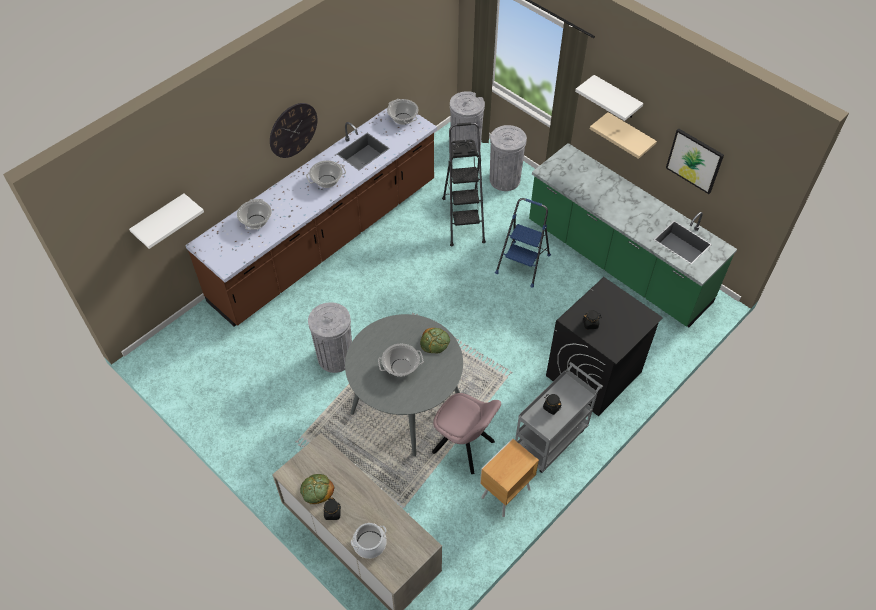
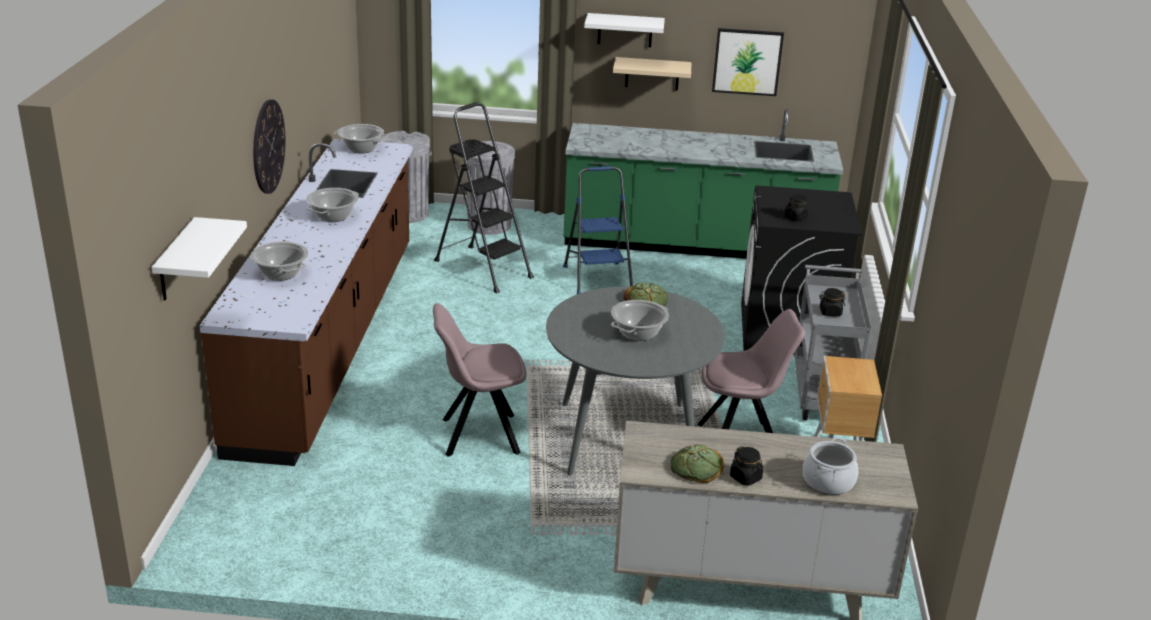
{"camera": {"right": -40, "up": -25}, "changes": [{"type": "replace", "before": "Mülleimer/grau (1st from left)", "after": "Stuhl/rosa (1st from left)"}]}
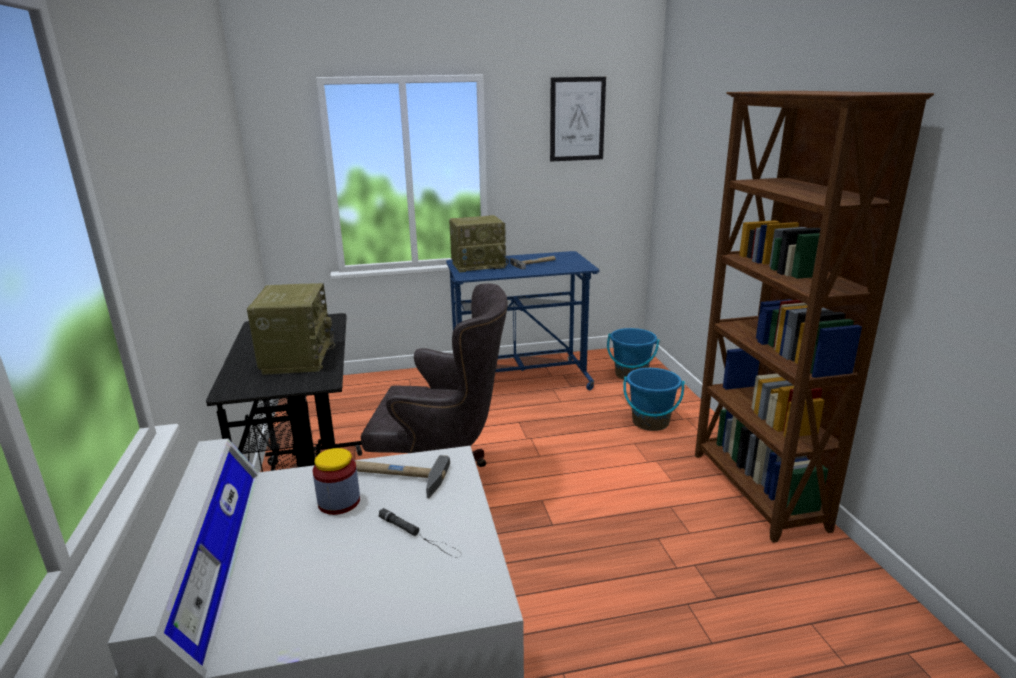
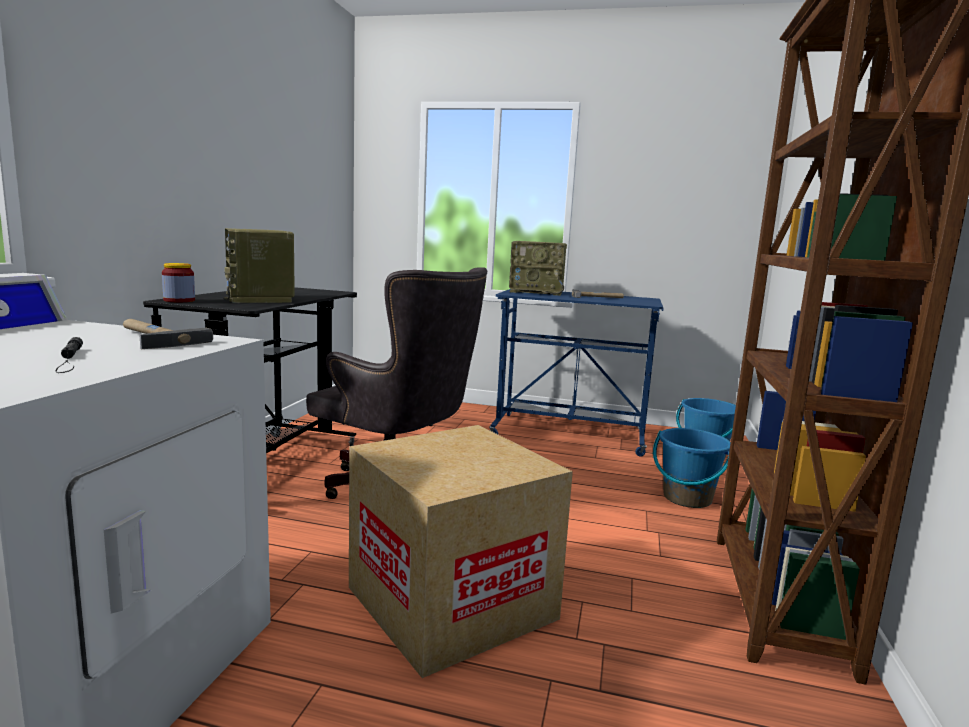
{"camera": {"right": 25, "up": -10}, "changes": [{"type": "move", "before": "Vorratsglas"}, {"type": "rotate", "before": "Radio (1st from left)", "turn": 135}, {"type": "insert", "after": "Karton"}, {"type": "delete", "before": "Bild"}]}
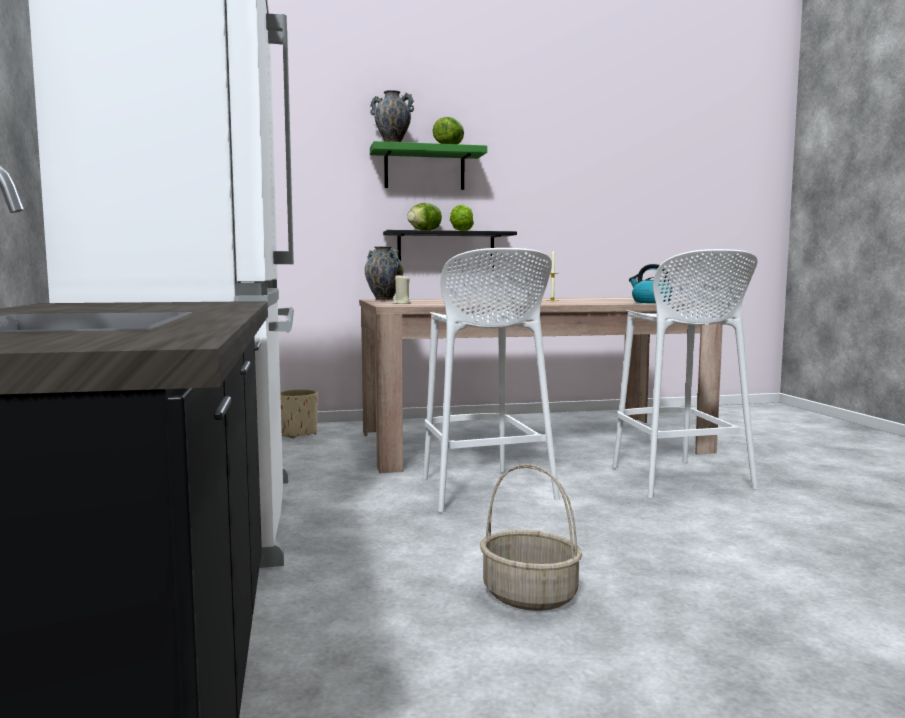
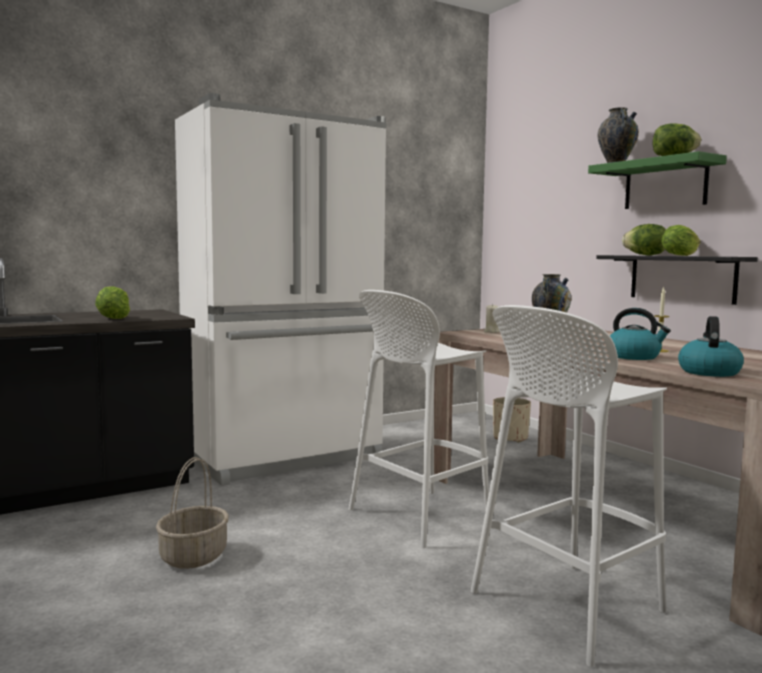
{"camera": {"right": 70, "up": 0}, "changes": [{"type": "insert", "after": "Salatkopf (1st from left)"}, {"type": "insert", "after": "Wasserkessel (1st from left)"}]}
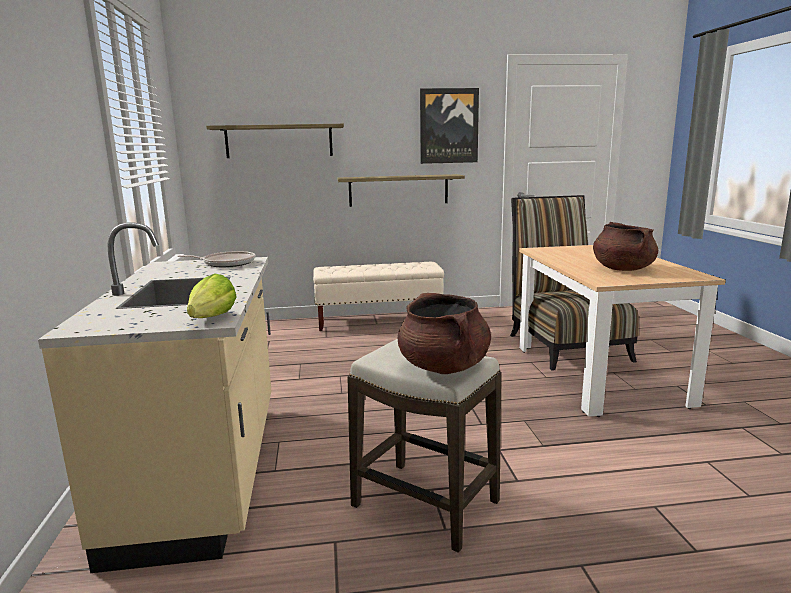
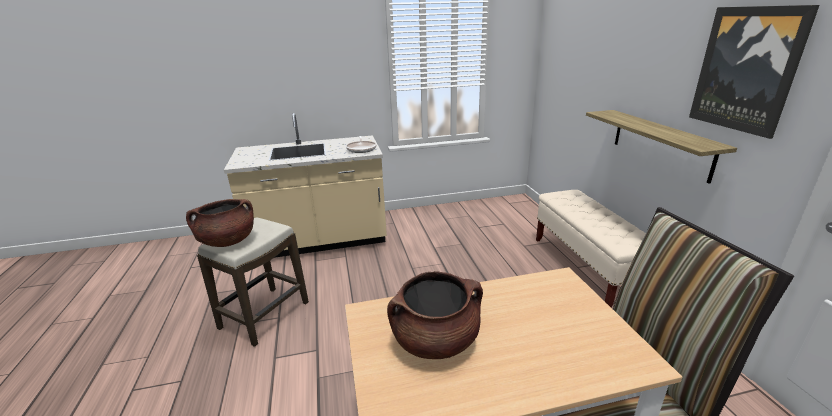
{"camera": {"right": 85, "up": 10}, "changes": [{"type": "delete", "before": "Salatkopf"}, {"type": "delete", "before": "Wandregal (1st from left)"}]}
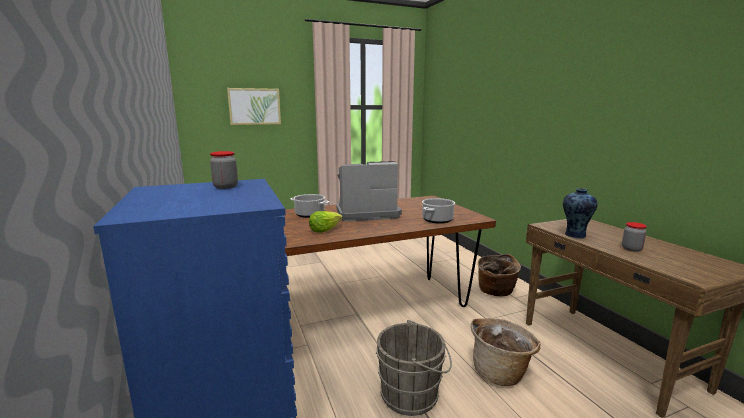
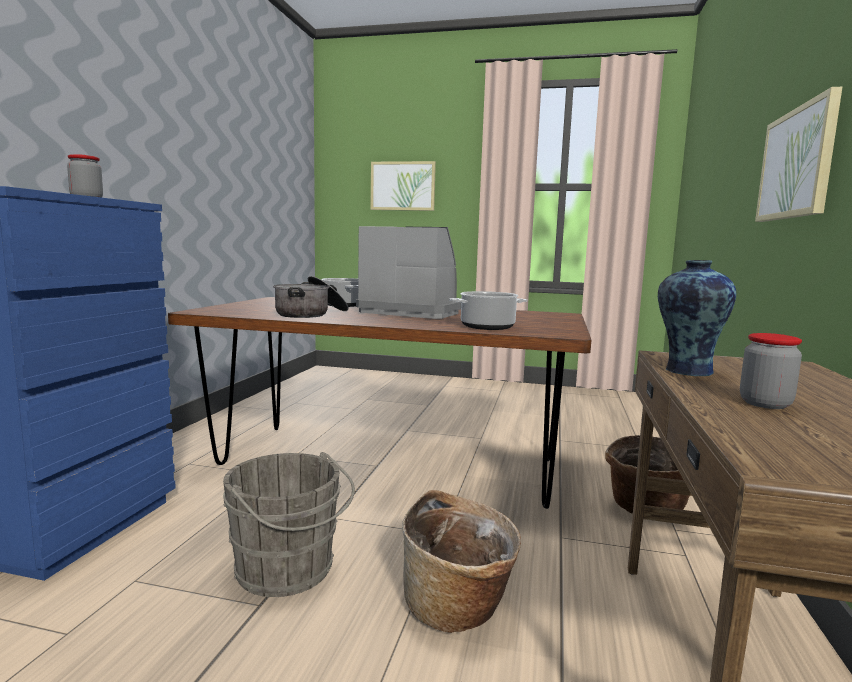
{"camera": {"right": 35, "up": -5}, "changes": [{"type": "replace", "before": "Salatkopf", "after": "Kochtopf (1st from left)"}, {"type": "insert", "after": "Bild (2nd from left)"}]}
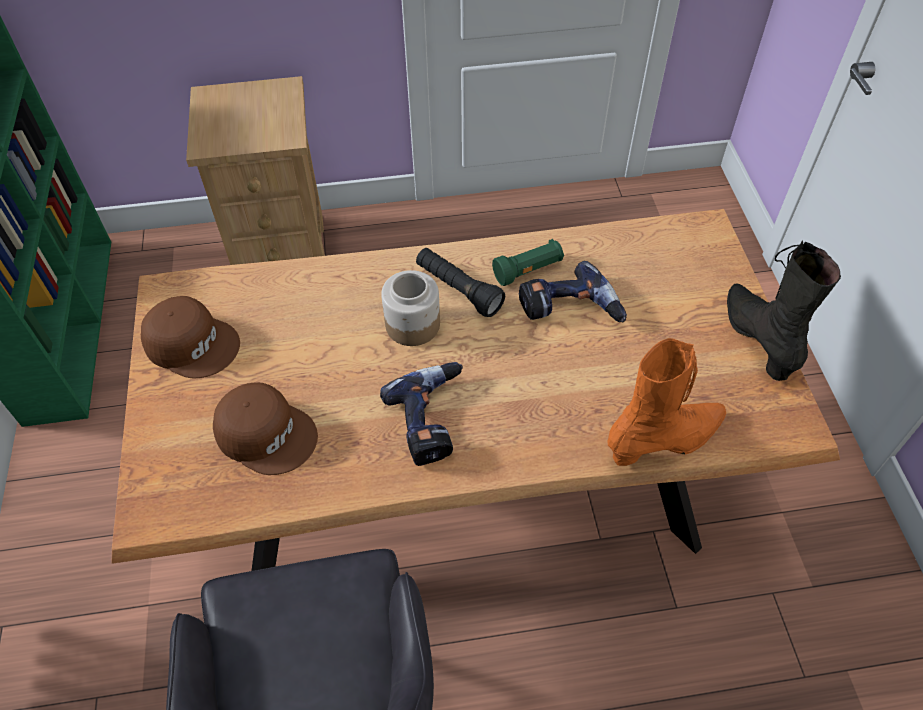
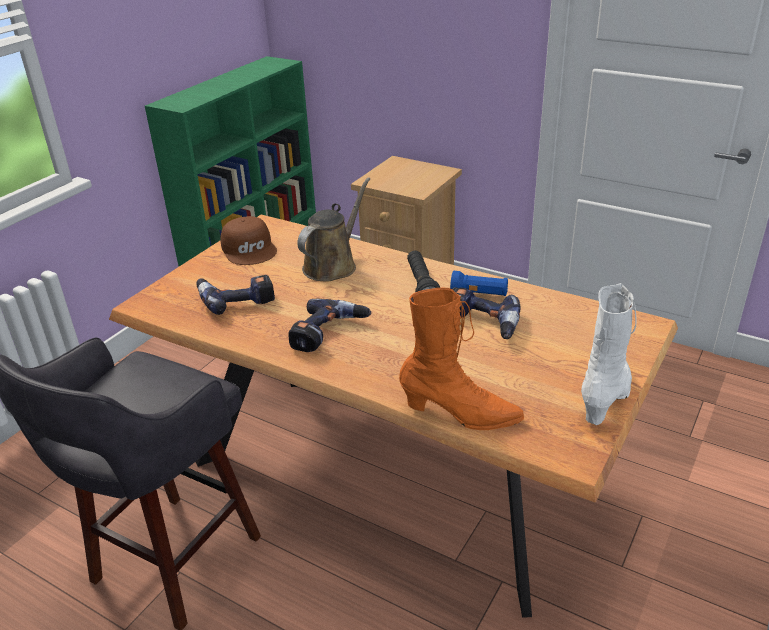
{"camera": {"right": 40, "up": -20}, "changes": [{"type": "replace", "before": "Kappe/braun (2nd from left)", "after": "Bohrmaschine (1st from left)"}, {"type": "insert", "after": "Gießkanne/braun"}, {"type": "recolor", "before": "Taschenlampe/grün", "after": "Taschenlampe/blau"}, {"type": "recolor", "before": "Stiefel/schwarz", "after": "Stiefel/weiß"}, {"type": "delete", "before": "Vorratsglas"}]}
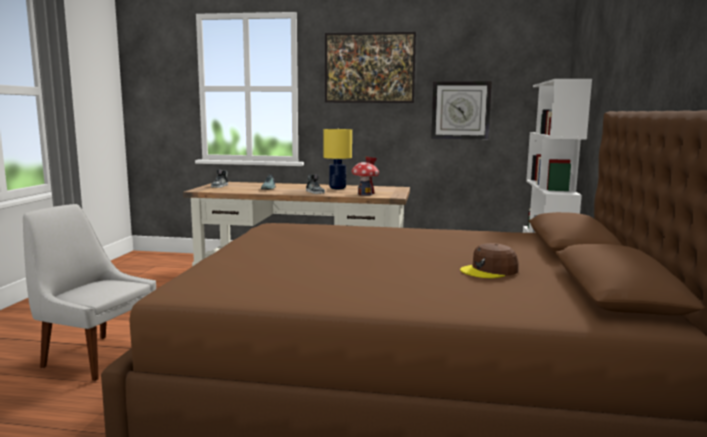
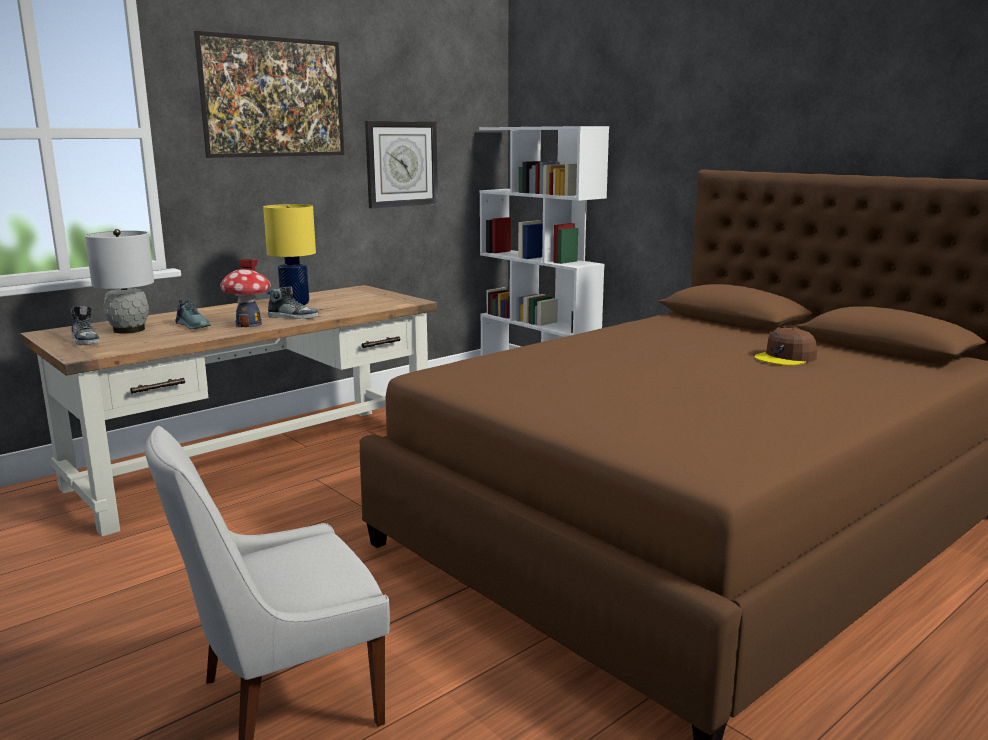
{"camera": {"right": -50, "up": 5}, "changes": [{"type": "insert", "after": "Tischlampe/weiß"}, {"type": "move", "before": "Spielzeughaus"}, {"type": "rotate", "before": "Kappe/braun", "turn": 45}]}
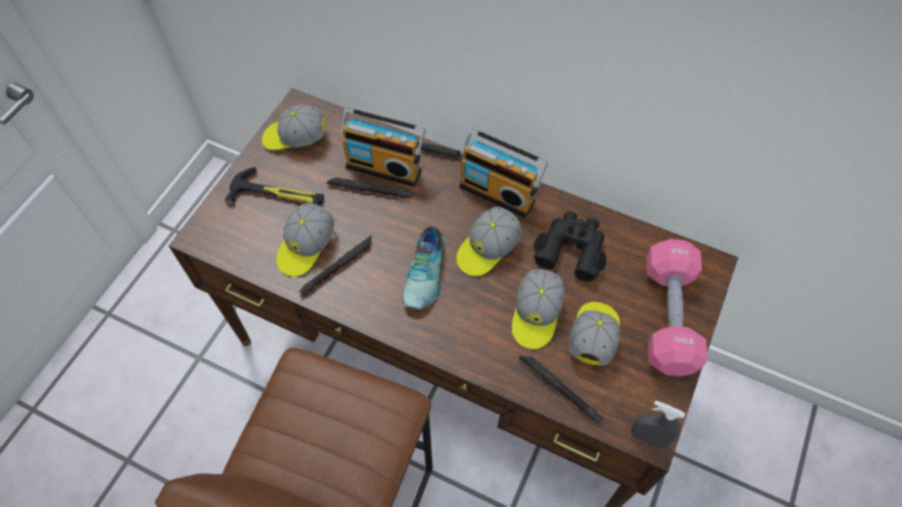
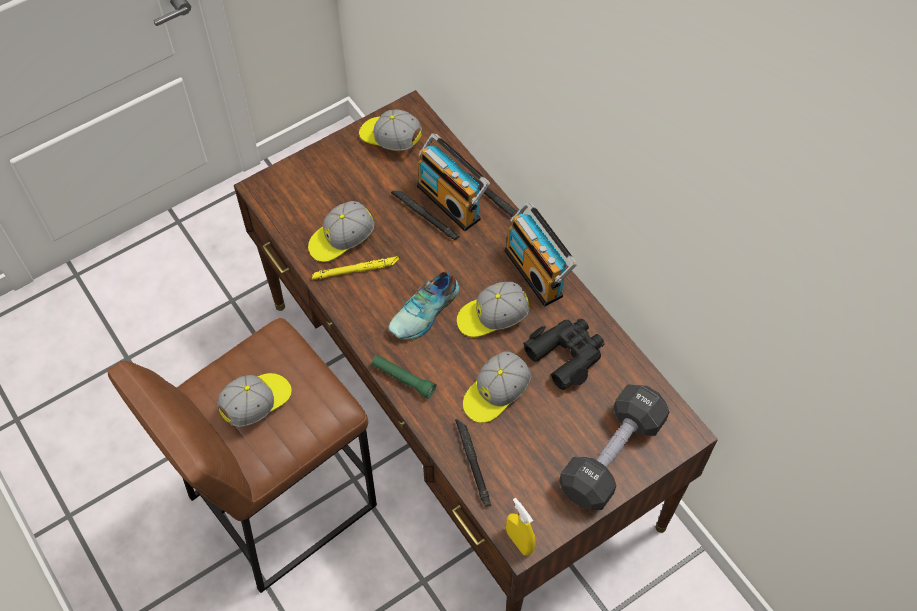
{"camera": {"right": 30, "up": 0}, "changes": [{"type": "move", "before": "Kappe (5th from left in the first image)", "after": "Kappe (1st from left)"}, {"type": "recolor", "before": "Taschenlampe/schwarz (1st from left)", "after": "Taschenlampe/gelb"}, {"type": "insert", "after": "Taschenlampe/grün"}, {"type": "recolor", "before": "Sprühflasche/grau", "after": "Sprühflasche/gelb"}, {"type": "recolor", "before": "Hantel/rosa", "after": "Hantel/schwarz"}, {"type": "delete", "before": "Hammer"}]}
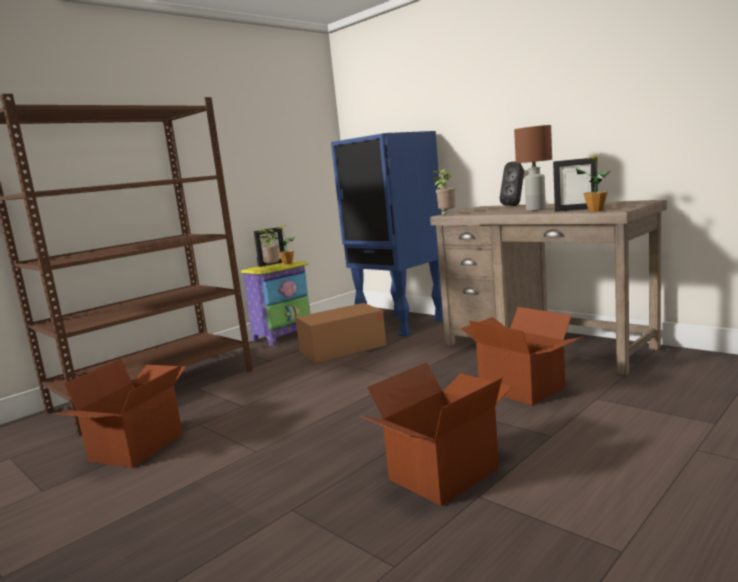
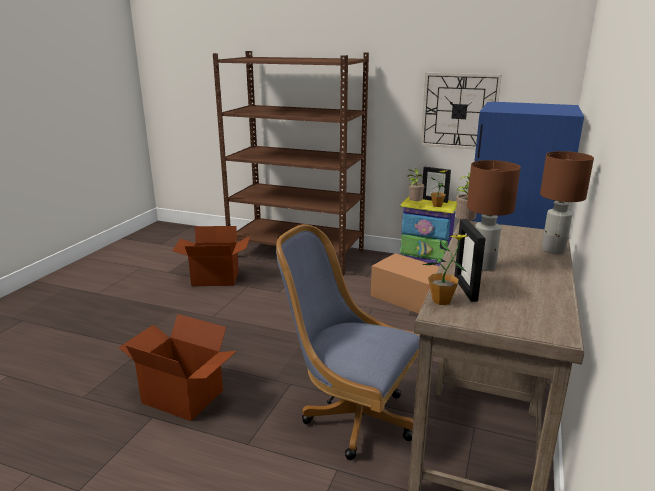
{"camera": {"right": 65, "up": 10}, "changes": [{"type": "replace", "before": "Karton (4th from left)", "after": "Bürostuhl/blau"}, {"type": "insert", "after": "Wanduhr"}, {"type": "replace", "before": "Lautsprecher/schwarz", "after": "Tischlampe/braun (2nd from left)"}]}
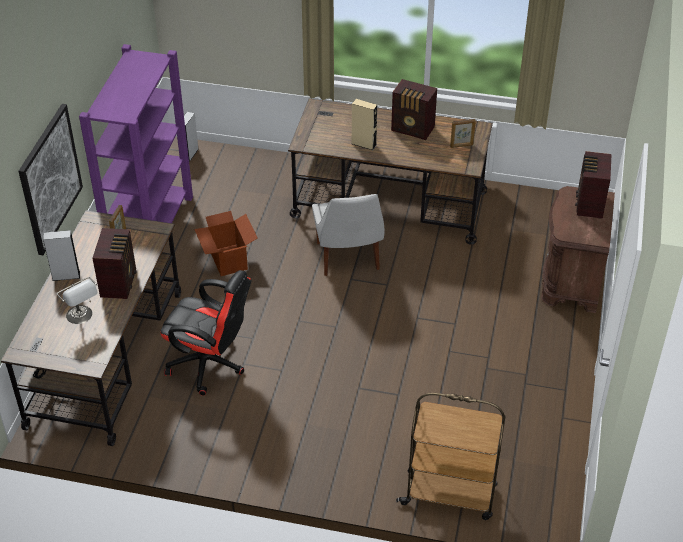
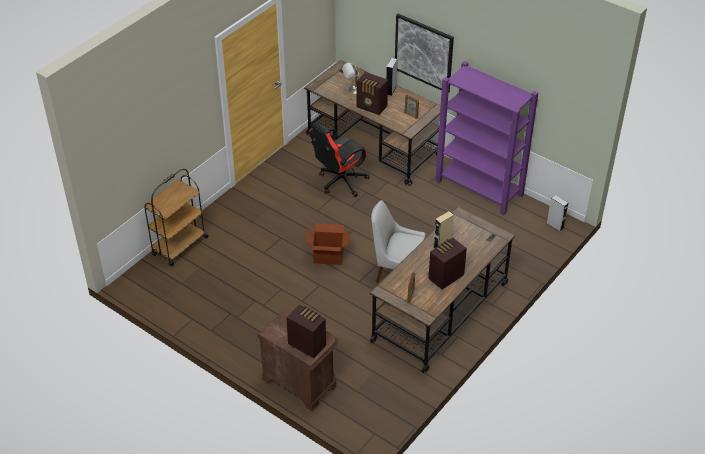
{"camera": {"right": 115, "up": 0}, "changes": [{"type": "move", "before": "Karton"}]}
